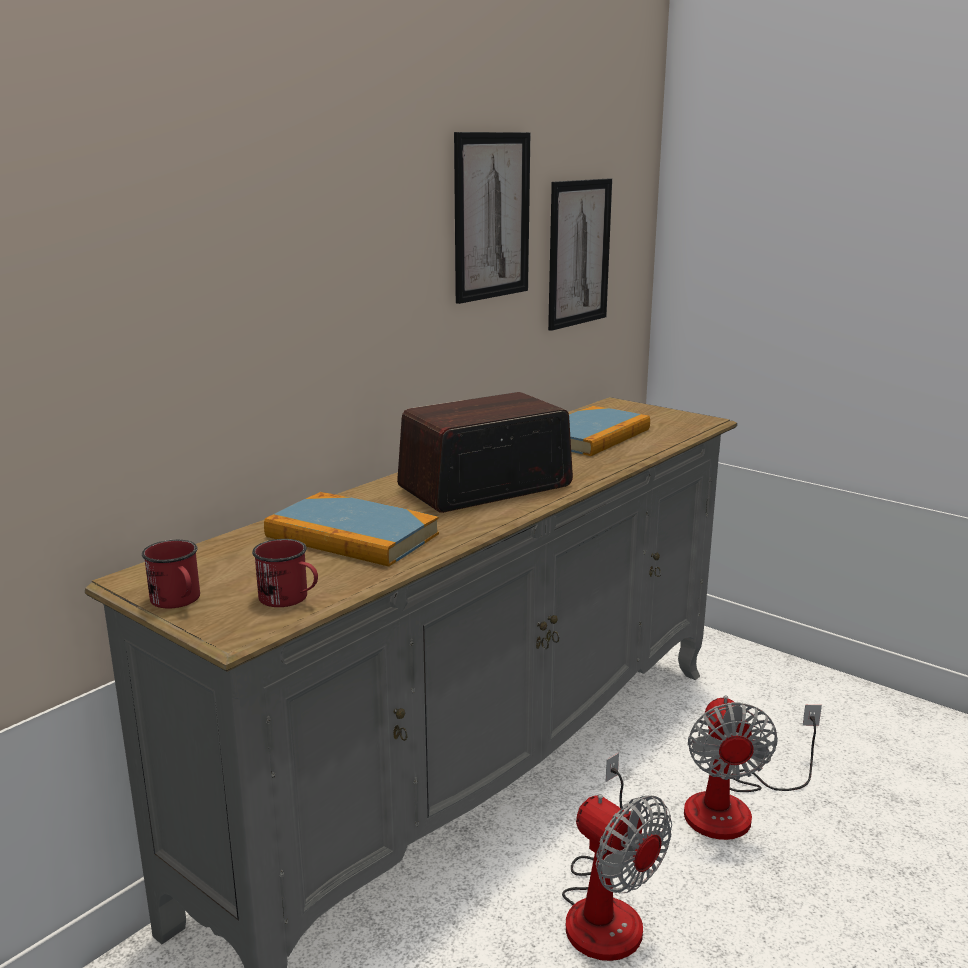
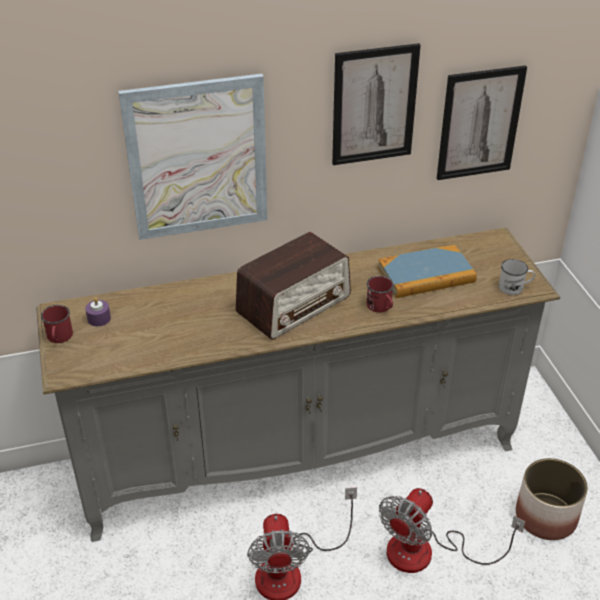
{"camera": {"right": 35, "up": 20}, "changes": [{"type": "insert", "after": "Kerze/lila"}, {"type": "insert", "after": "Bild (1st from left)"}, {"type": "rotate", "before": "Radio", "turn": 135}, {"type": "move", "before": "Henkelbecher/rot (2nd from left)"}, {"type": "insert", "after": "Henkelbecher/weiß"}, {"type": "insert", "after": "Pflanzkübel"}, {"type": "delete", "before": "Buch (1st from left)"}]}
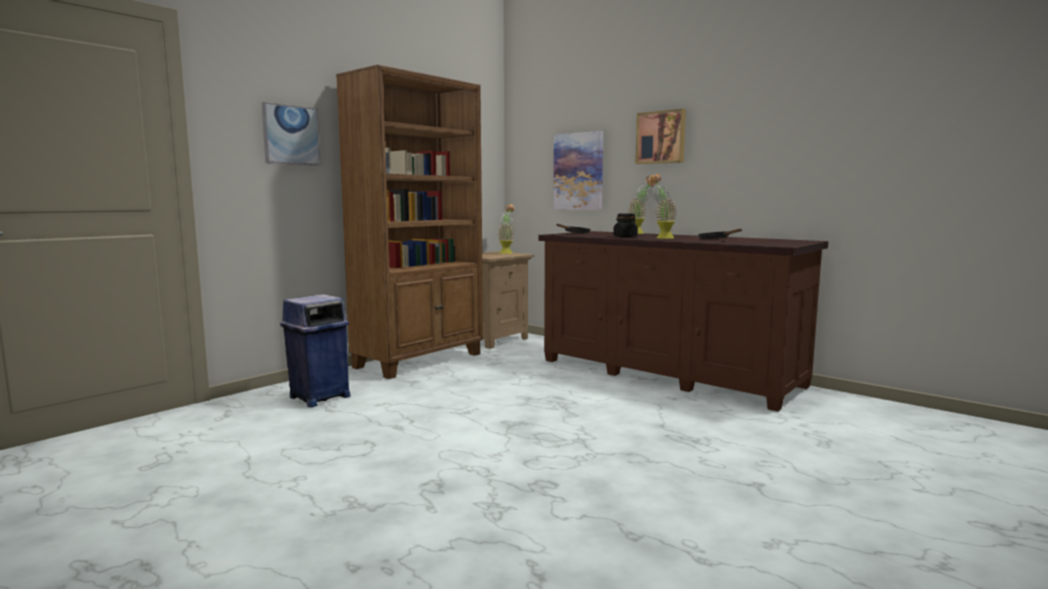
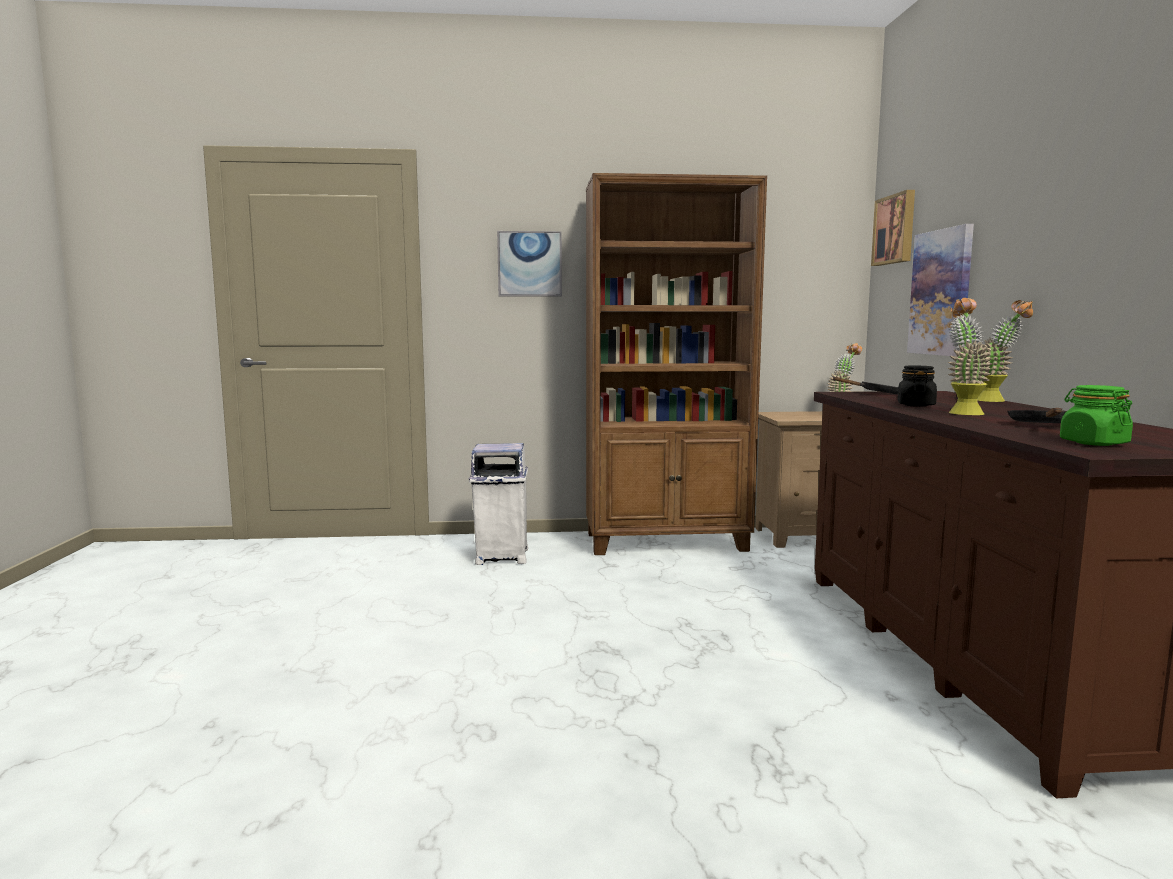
{"camera": {"right": 45, "up": 0}, "changes": [{"type": "recolor", "before": "Mülleimer/blau", "after": "Mülleimer/weiß"}, {"type": "move", "before": "Bild (3rd from left in the first image)", "after": "Bild (2nd from left)"}, {"type": "insert", "after": "Vorratsglas/grün"}]}
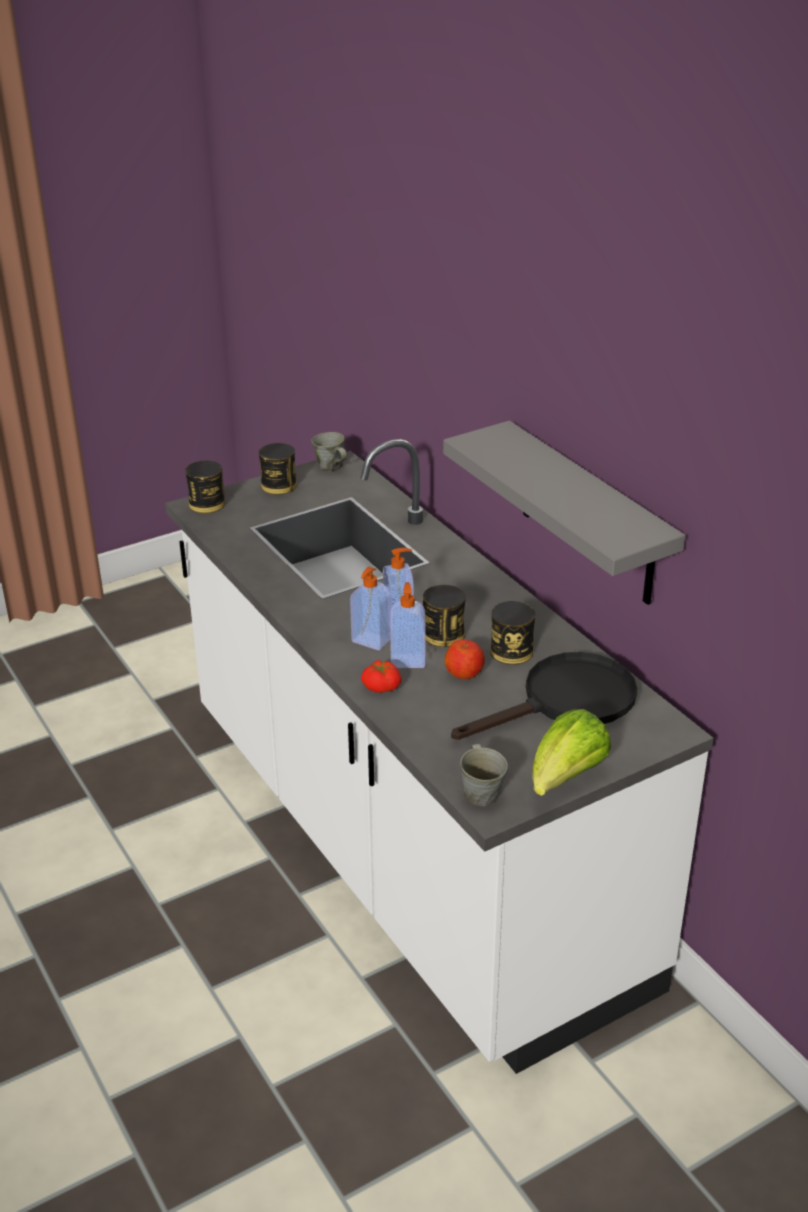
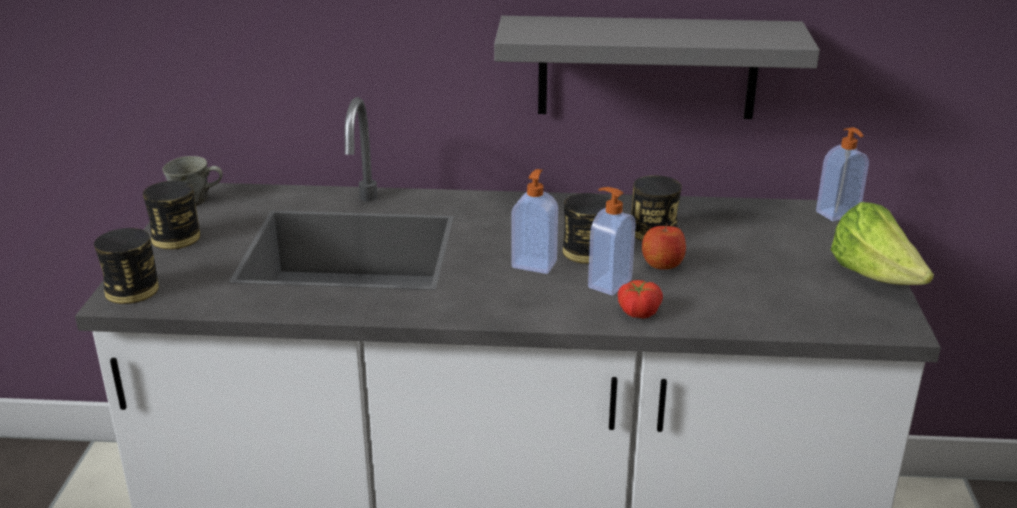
{"camera": {"right": -55, "up": -5}, "changes": [{"type": "move", "before": "Seifenspender (1st from left in the first image)", "after": "Seifenspender (3rd from left)"}, {"type": "delete", "before": "Pfanne/schwarz"}, {"type": "delete", "before": "Henkelbecher/grau (2nd from left)"}]}
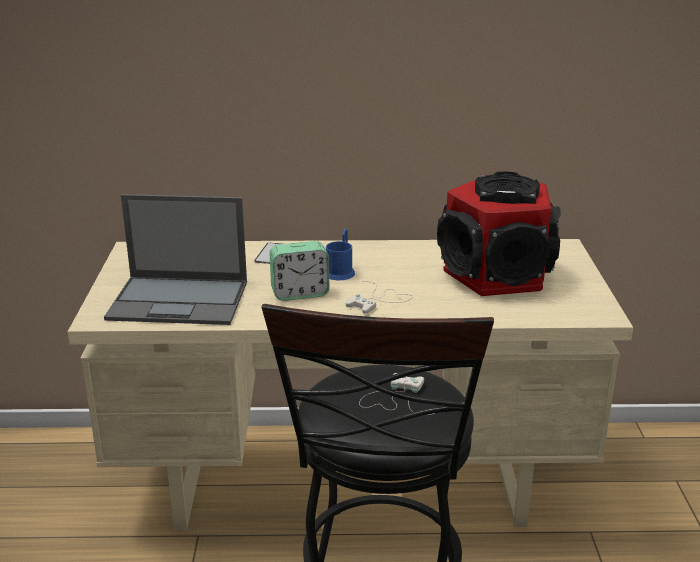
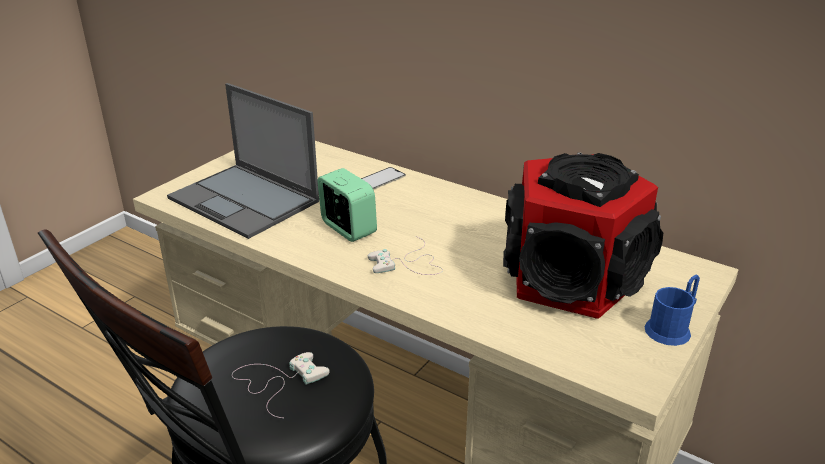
{"camera": {"right": 35, "up": 5}, "changes": [{"type": "rotate", "before": "Wecker", "turn": -150}, {"type": "move", "before": "Henkelbecher/blau"}]}
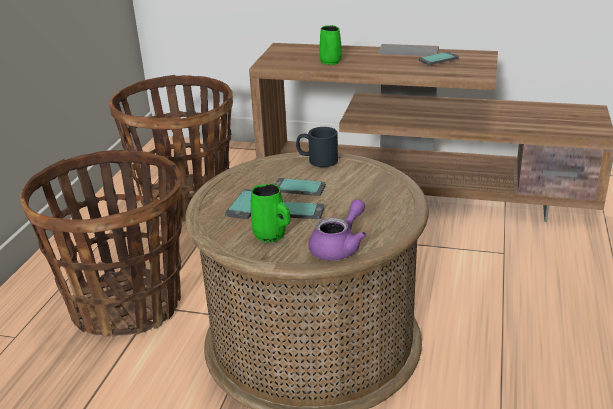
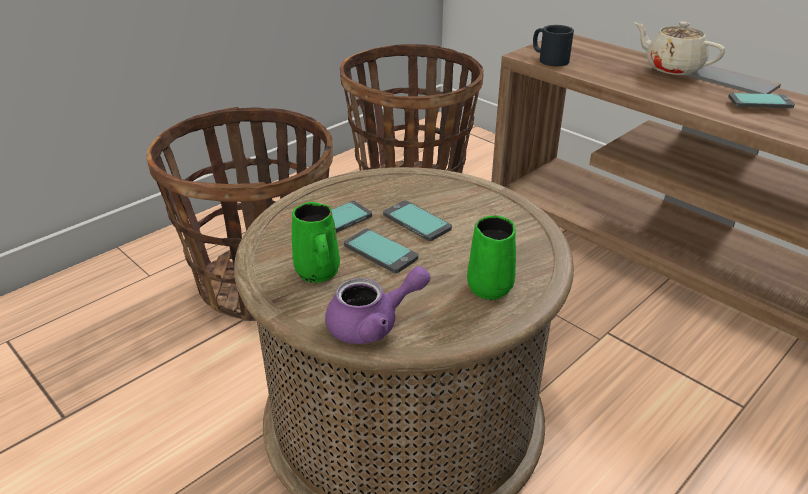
{"camera": {"right": 30, "up": 5}, "changes": [{"type": "move", "before": "Henkelbecher/grün (2nd from left)"}, {"type": "move", "before": "Henkelbecher/schwarz"}, {"type": "insert", "after": "Teekanne/beige"}]}
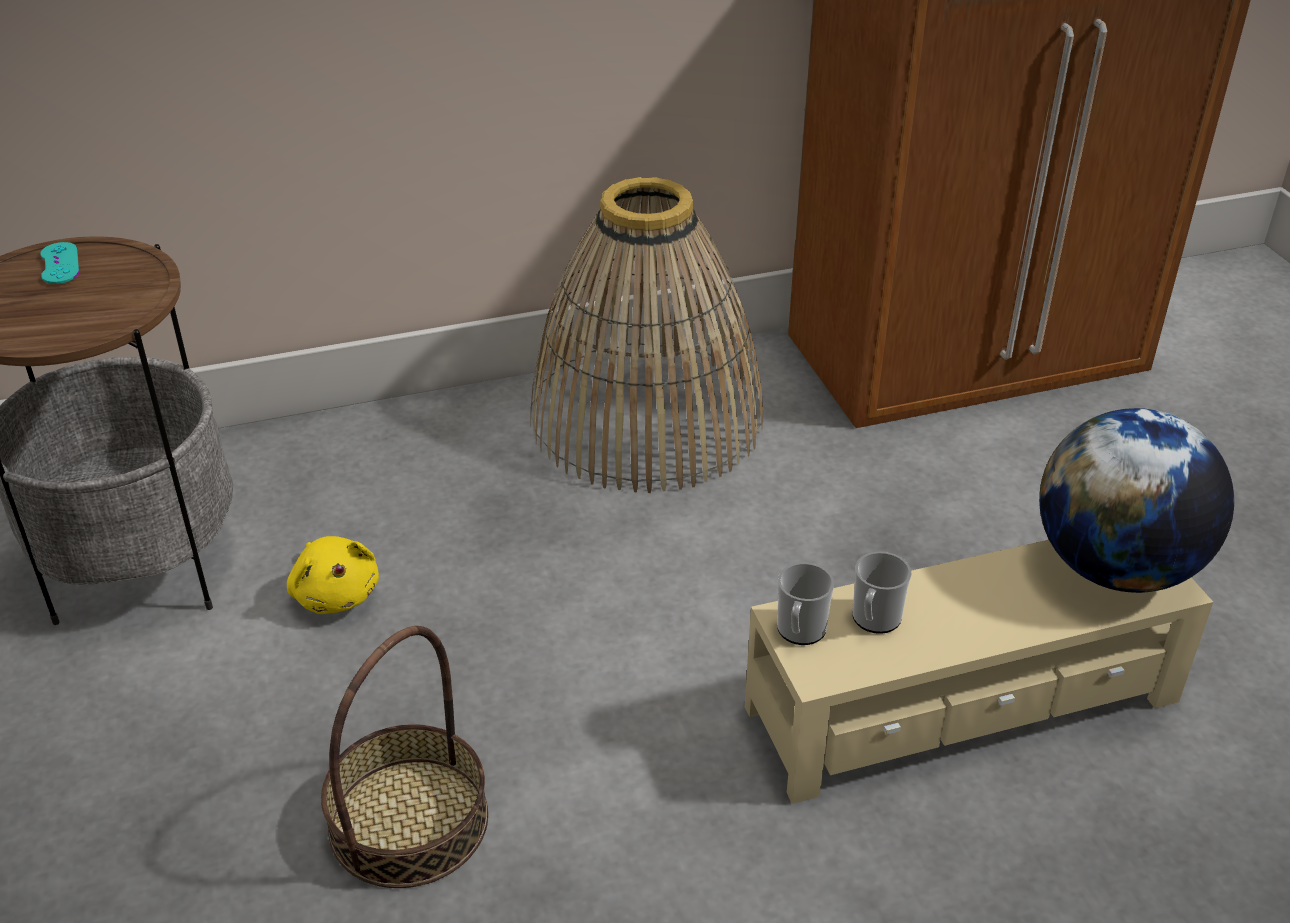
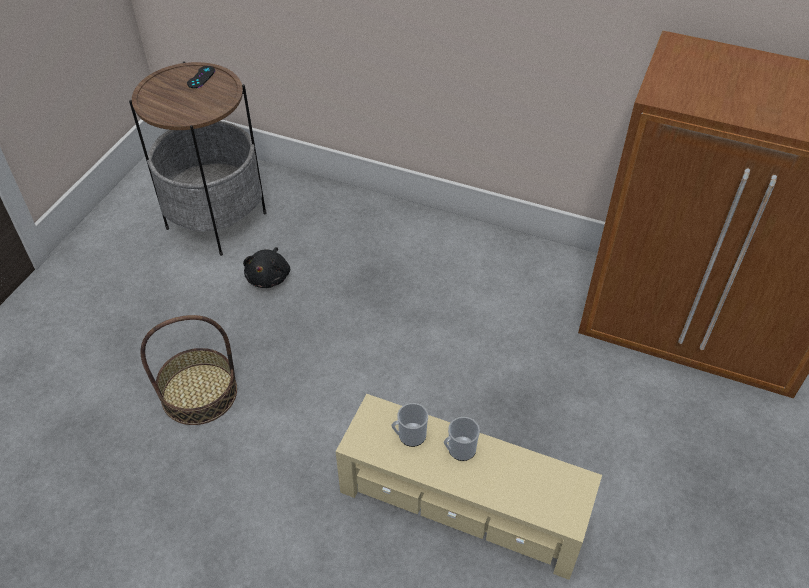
{"camera": {"right": 40, "up": 10}, "changes": [{"type": "recolor", "before": "Gamepad/türkis", "after": "Gamepad/schwarz"}, {"type": "recolor", "before": "Plüschtier/gelb", "after": "Plüschtier/schwarz"}, {"type": "move", "before": "Henkelbecher (1st from left in the first image)", "after": "Henkelbecher (2nd from left)"}, {"type": "delete", "before": "Korb (2nd from left)"}, {"type": "delete", "before": "Globus"}]}
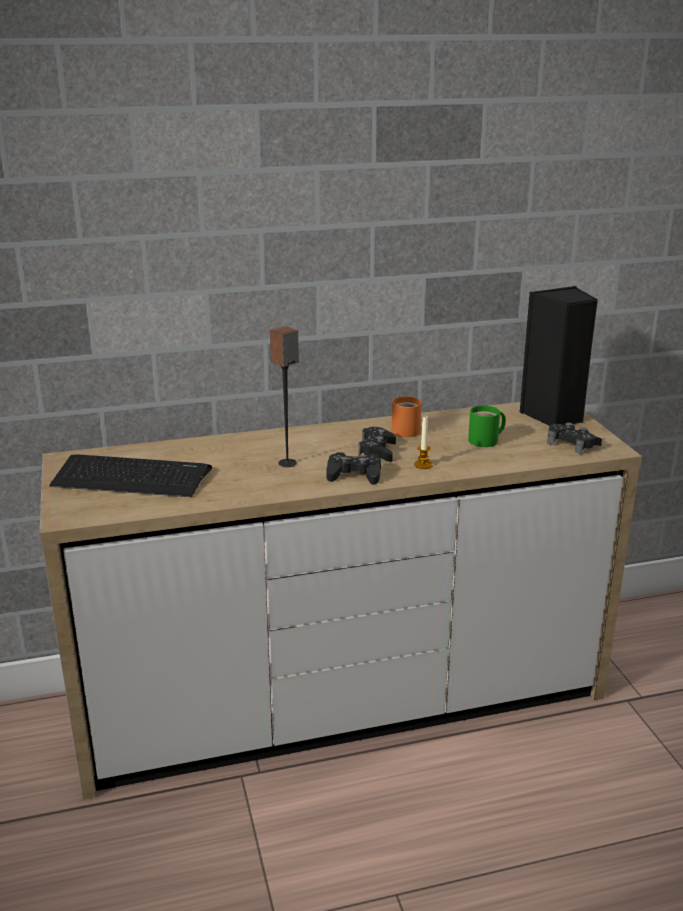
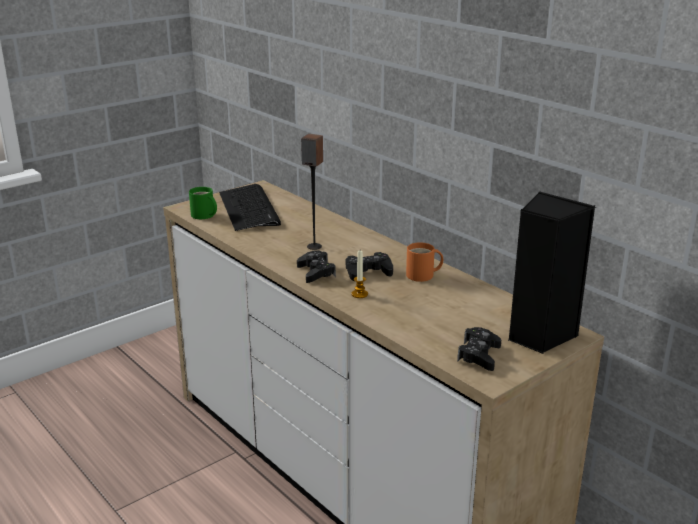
{"camera": {"right": 65, "up": 0}, "changes": [{"type": "move", "before": "Henkelbecher/grün"}]}
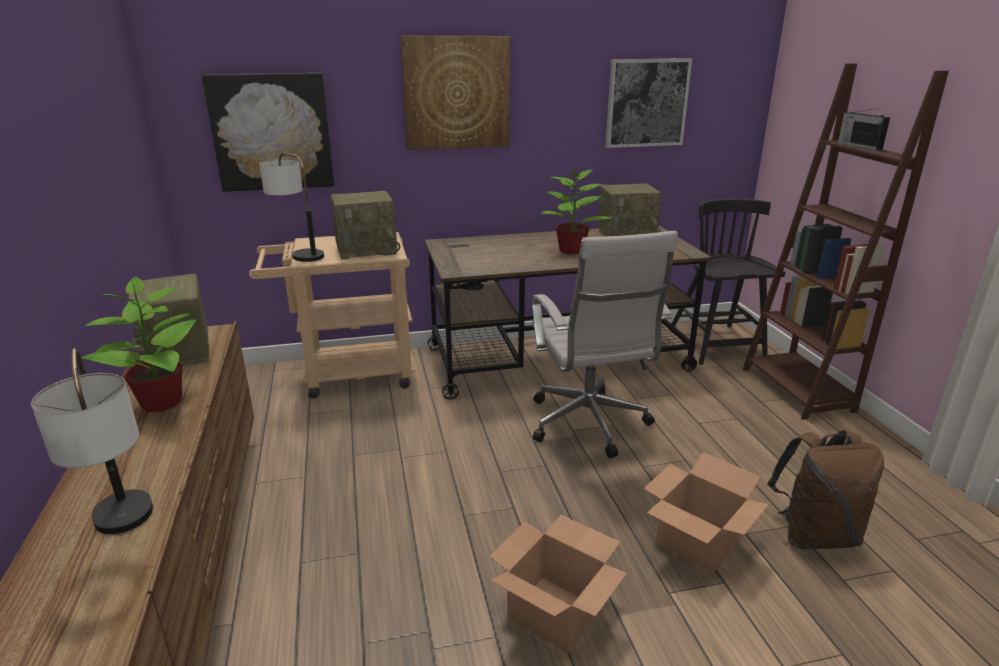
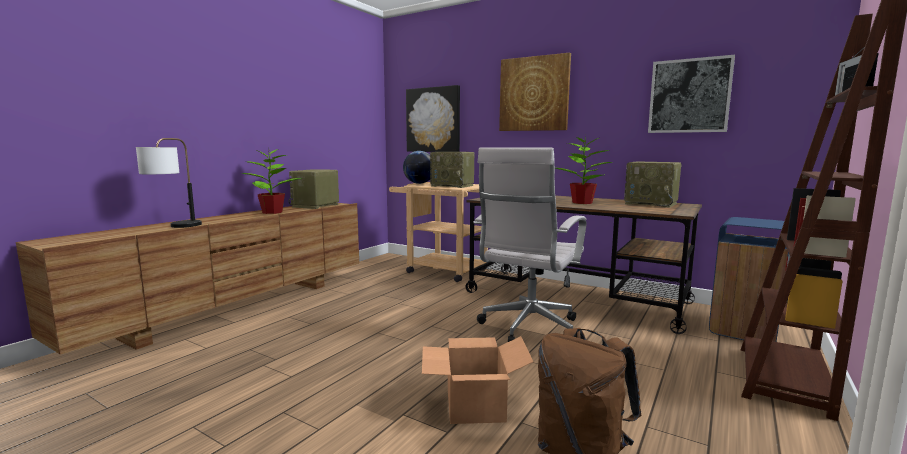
{"camera": {"right": 45, "up": -15}, "changes": [{"type": "replace", "before": "Tischlampe (2nd from left)", "after": "Globus"}, {"type": "replace", "before": "Stuhl/schwarz", "after": "Mülleimer/blau"}, {"type": "delete", "before": "Karton (1st from left)"}]}
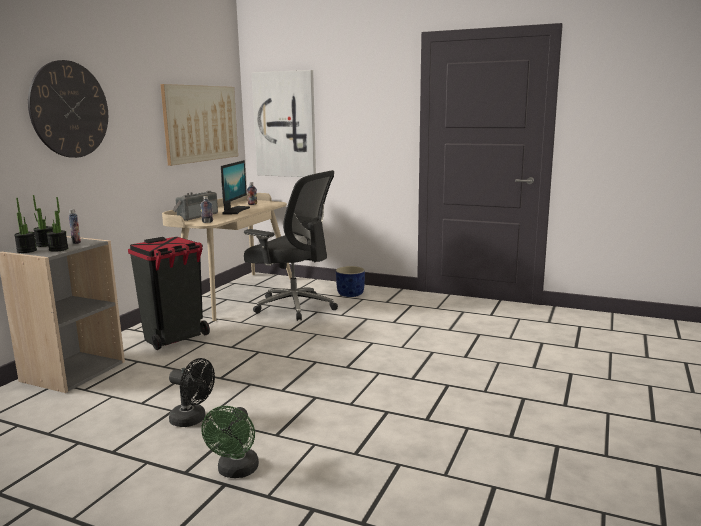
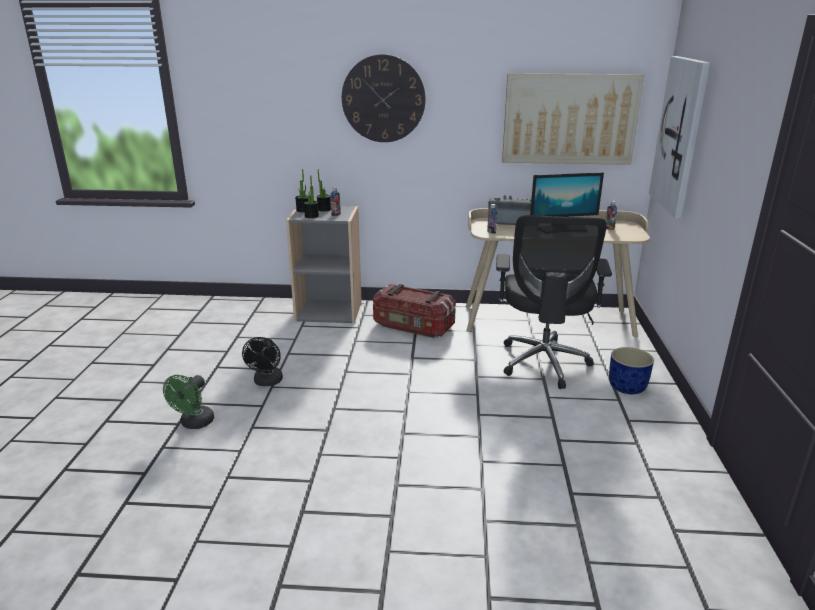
{"camera": {"right": 70, "up": 10}, "changes": [{"type": "rotate", "before": "Ventilator/grün", "turn": -60}, {"type": "replace", "before": "Mülleimer/schwarz", "after": "Aufbewahrungsbox"}]}
